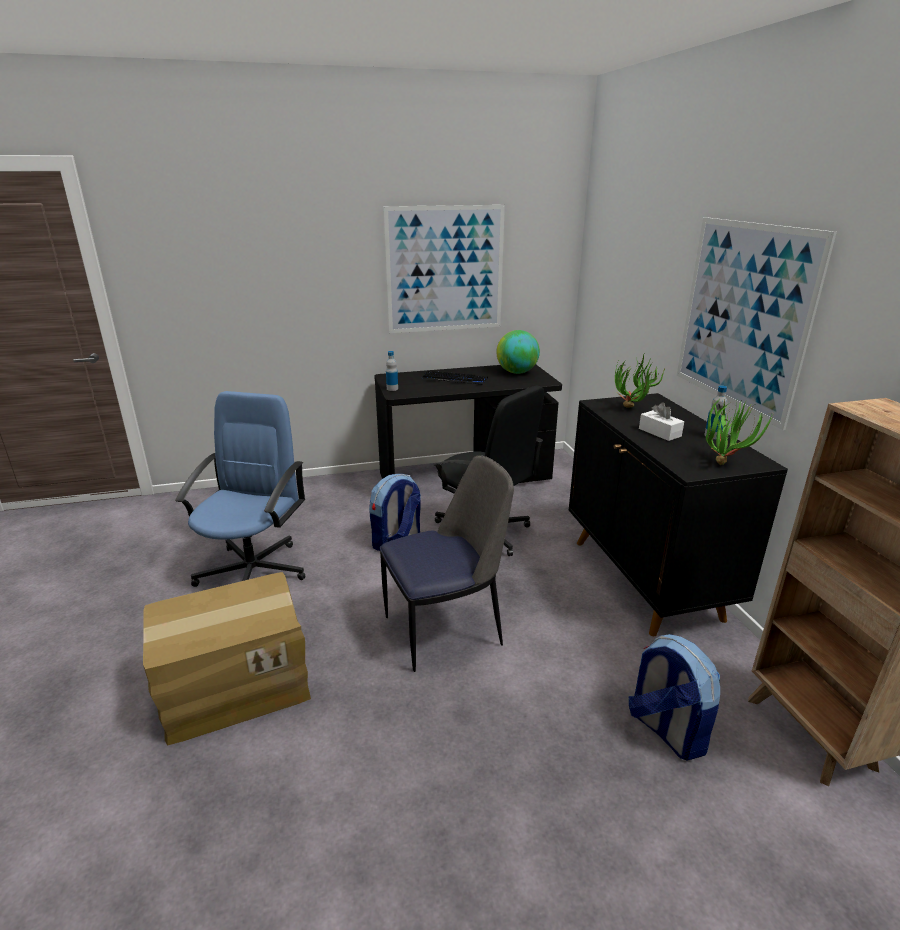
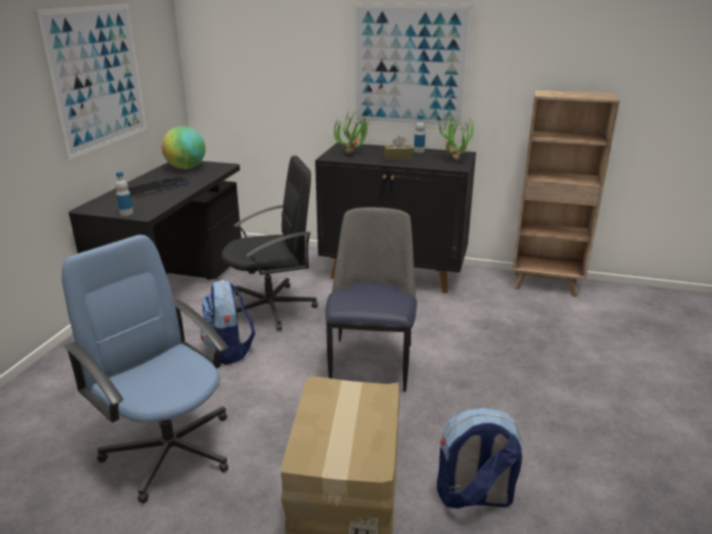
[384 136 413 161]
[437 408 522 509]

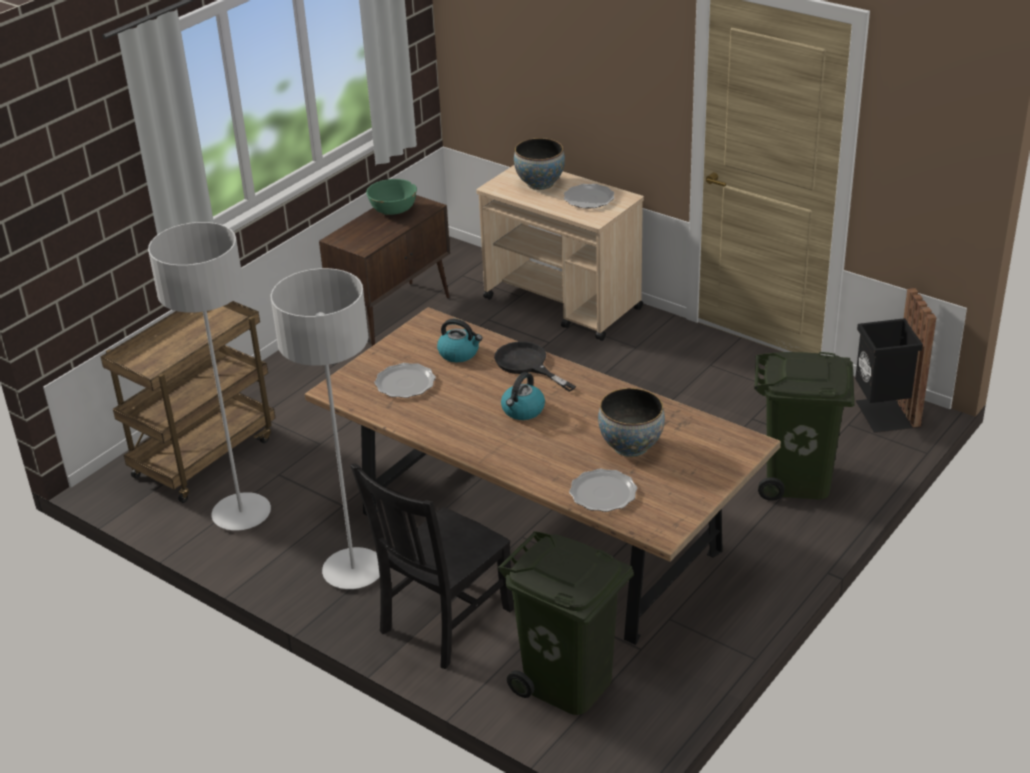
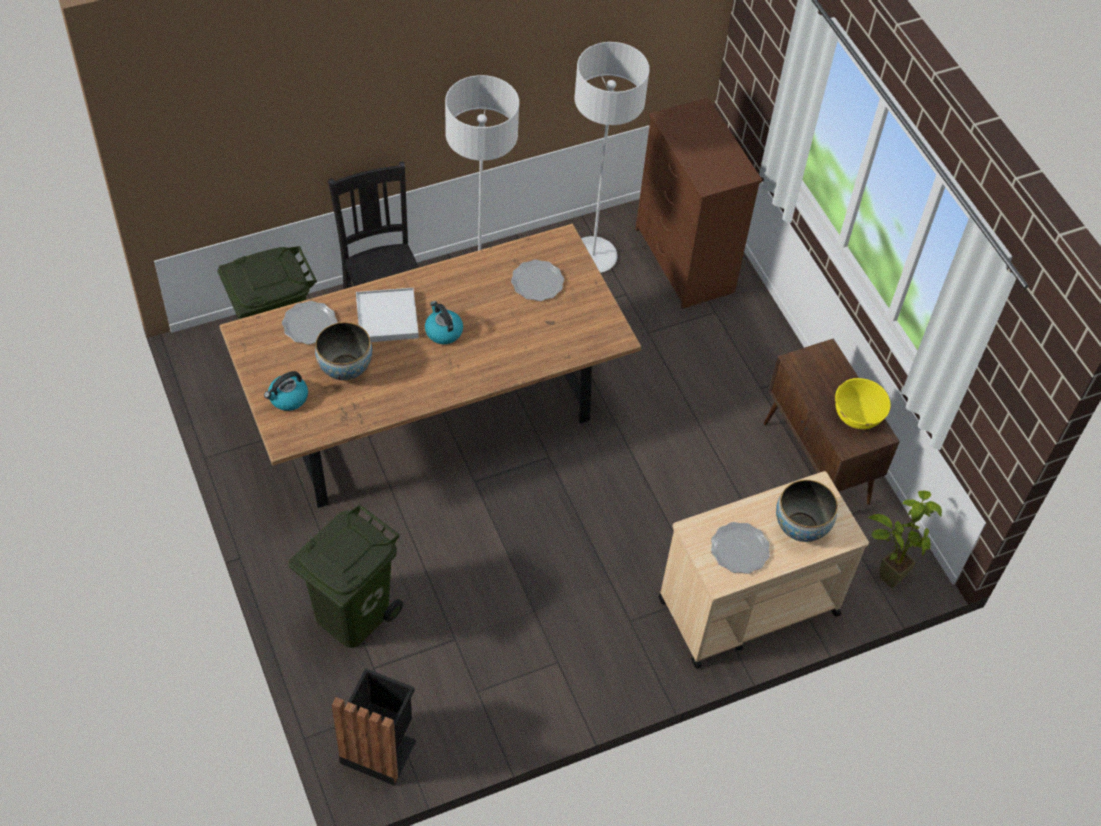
[835 378 890 429]
[636 98 762 309]
[264 371 308 411]
[494 342 576 392] (first image)
[356 288 419 342]
[868 490 942 588]

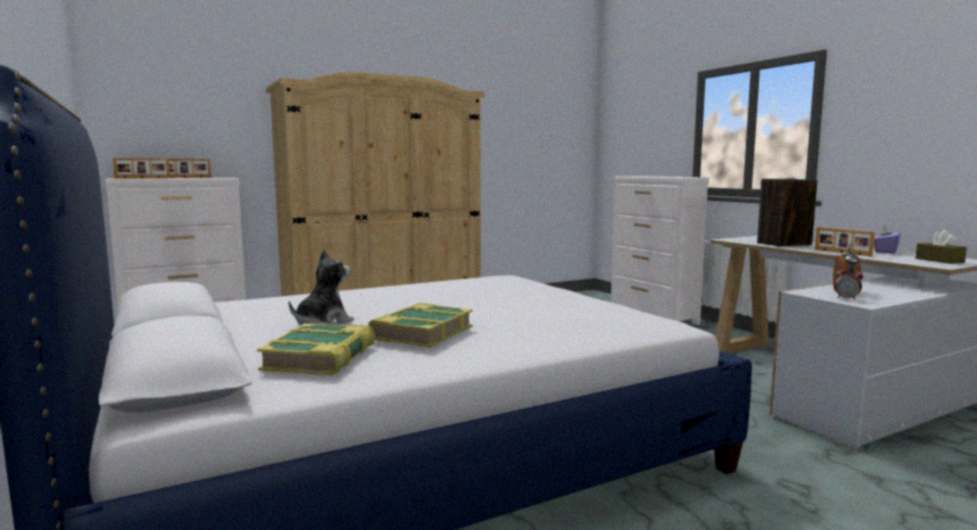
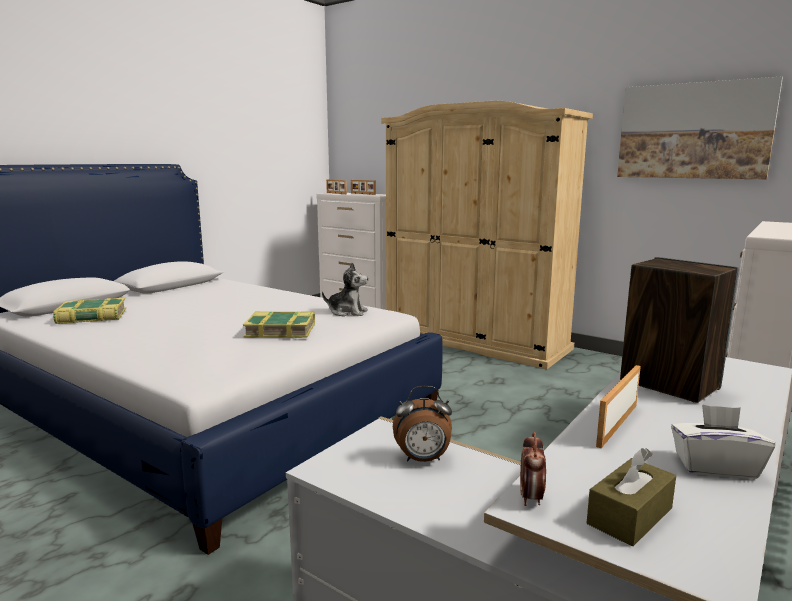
[671 404 775 479]
[322 262 368 317]
[520 432 546 506]
[243 311 315 338]
[617 76 783 180]

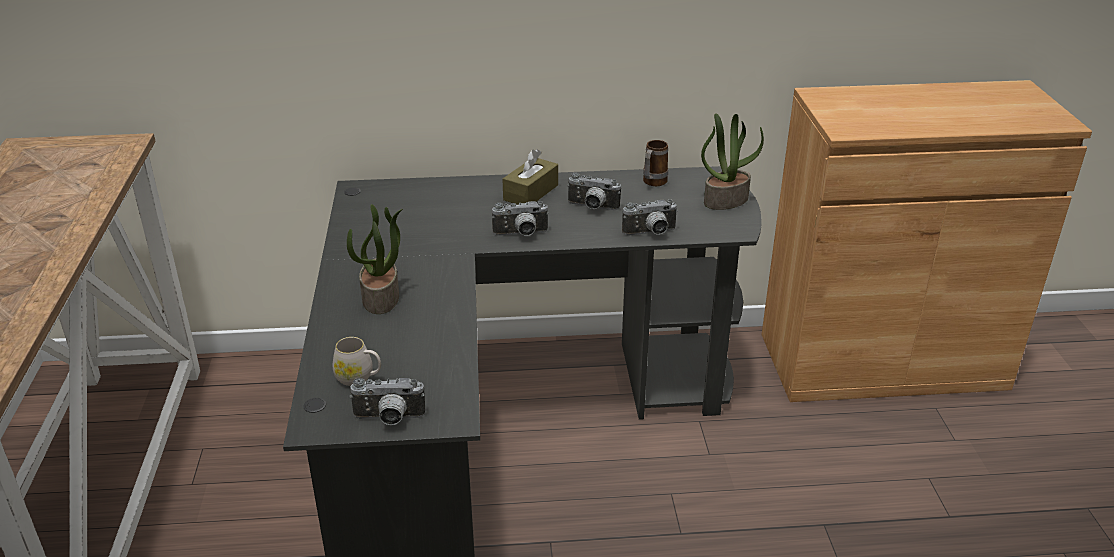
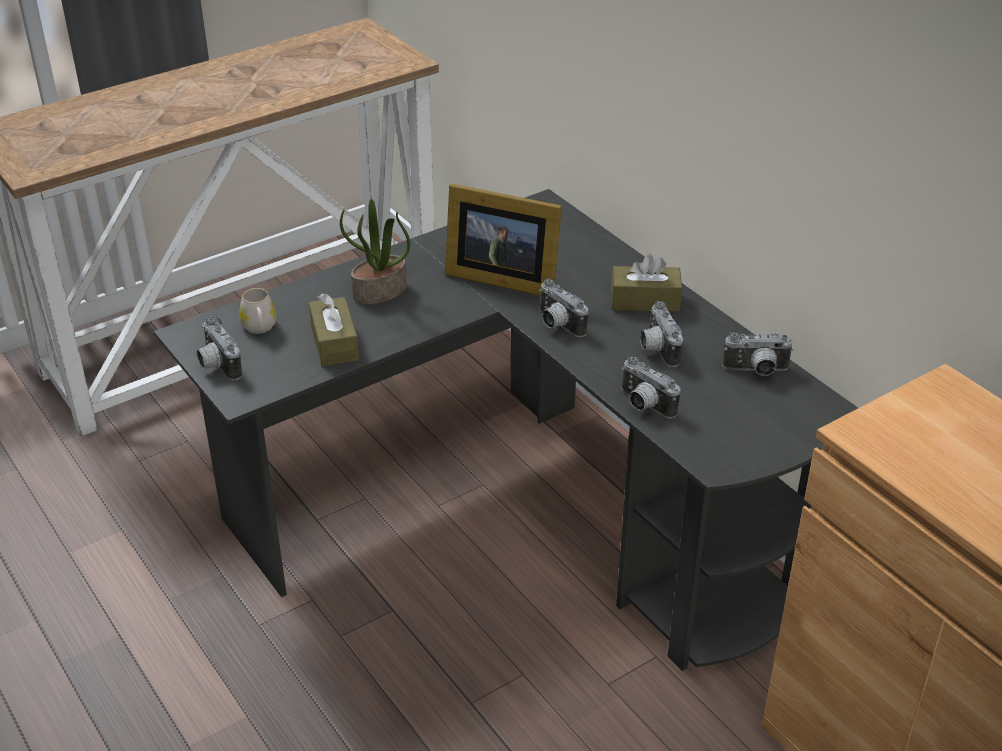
[701 113 764 210] (first image)
[722 332 793 376]
[445 183 562 296]
[309 293 359 366]

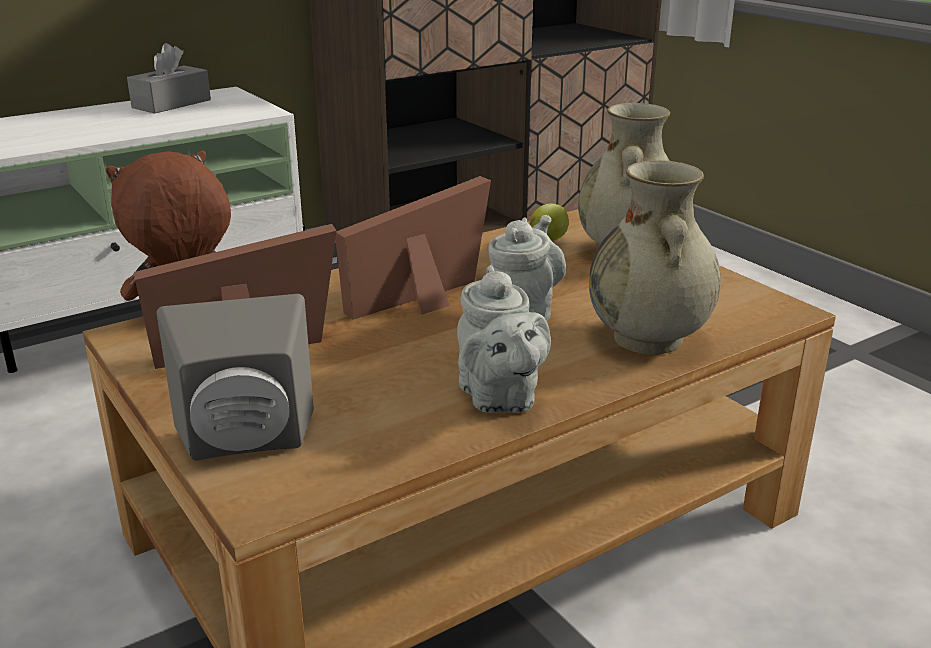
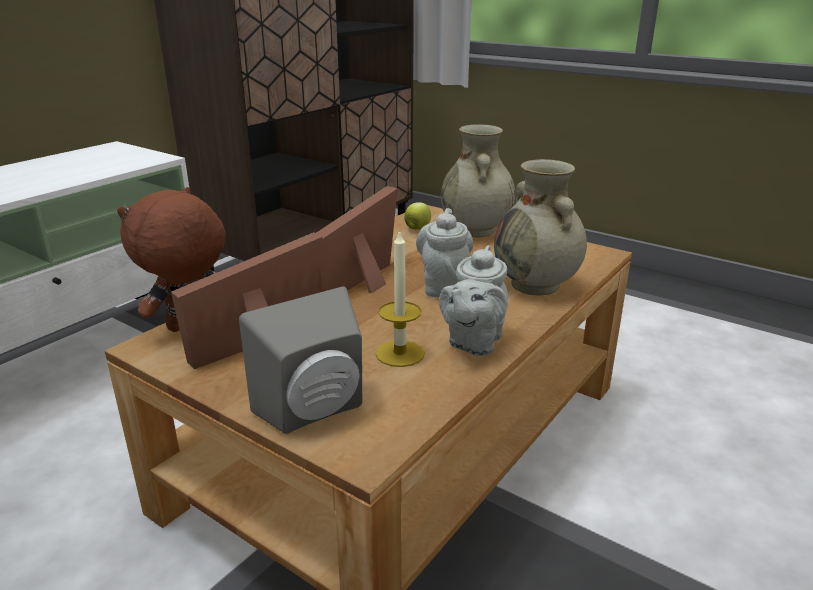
[127 43 211 114] (first image)
[439 245 508 356]
[375 229 425 367]

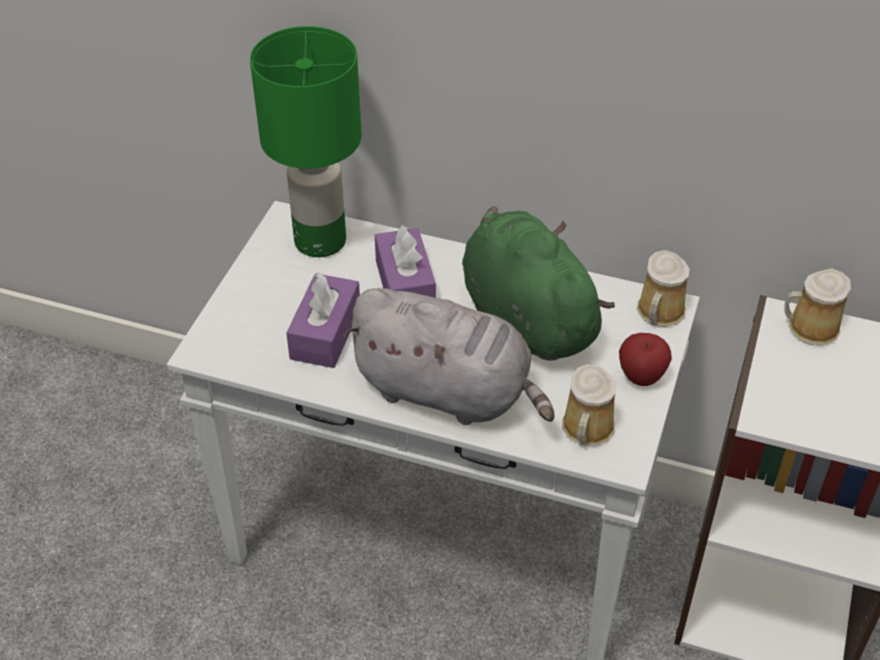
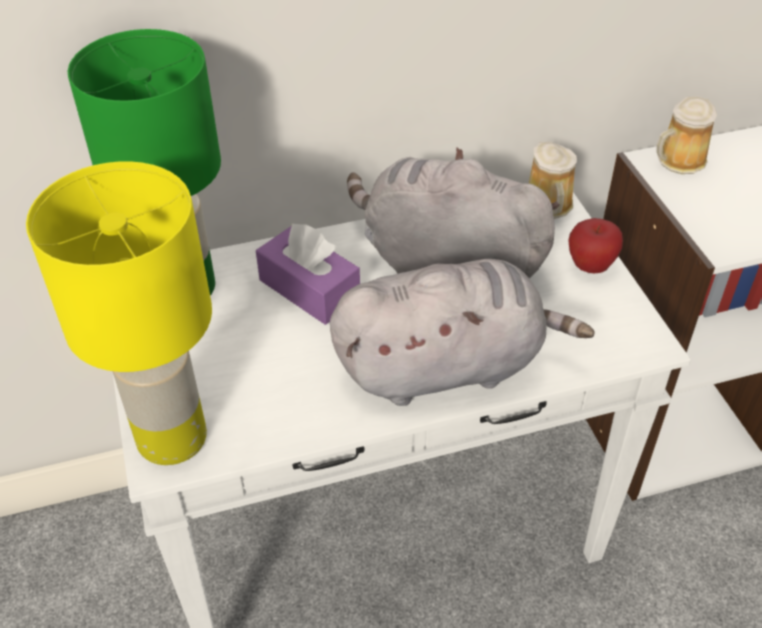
[347 147 560 278]
[286 273 360 368] (first image)
[562 364 616 446] (first image)
[26 161 212 465]

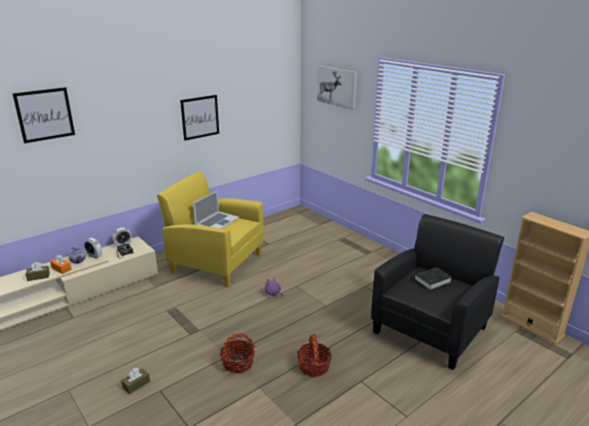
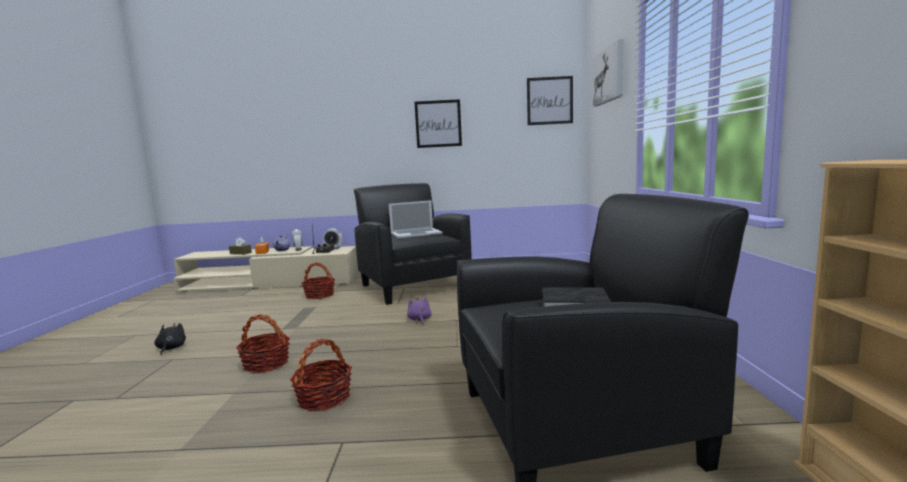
[527 76 573 125]
[354 183 472 305]
[154 323 186 355]
[302 262 335 299]

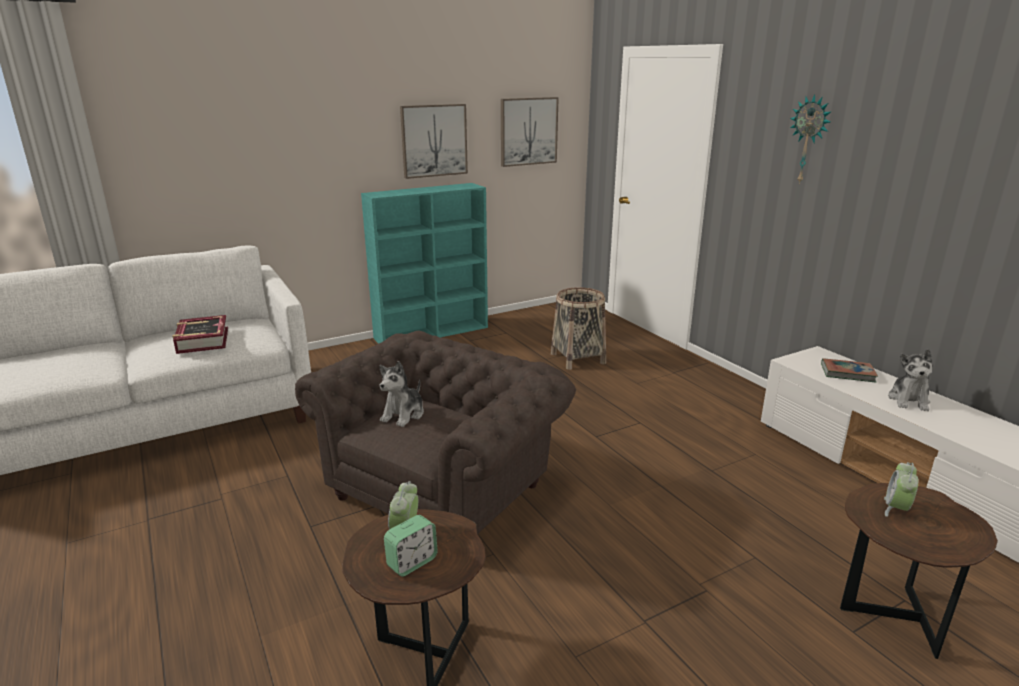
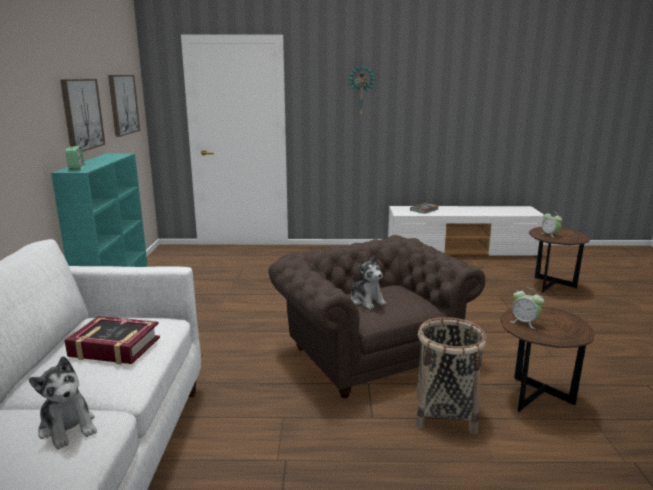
[416 317 486 434]
[29 356 97 450]
[65 146 85 171]

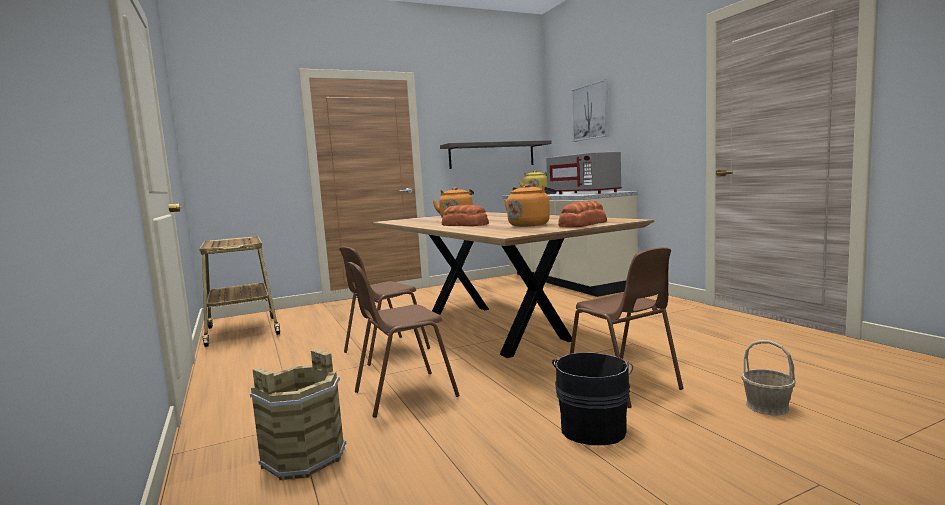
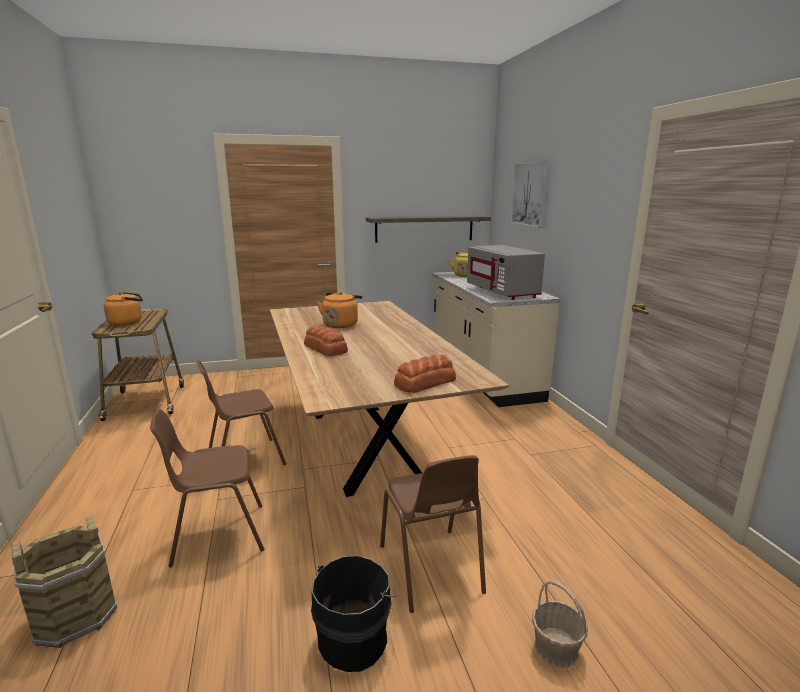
[104 292 143 325]

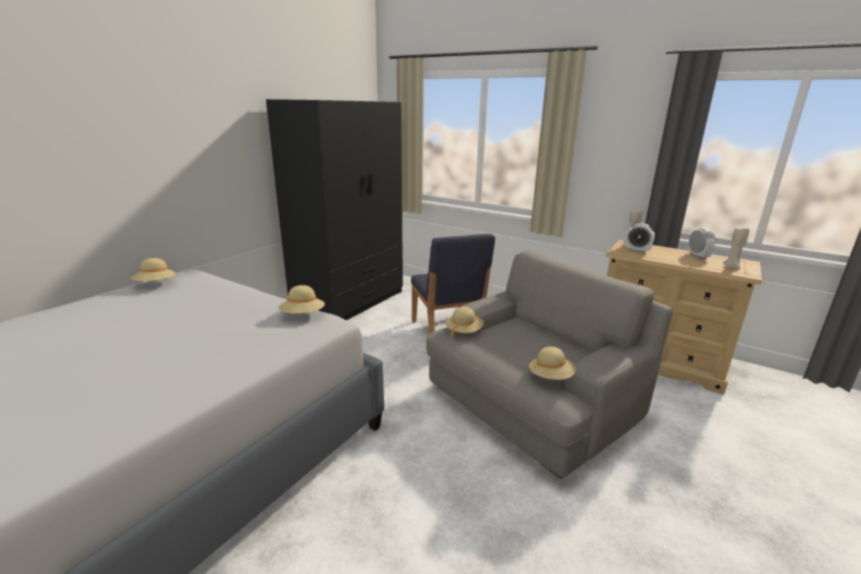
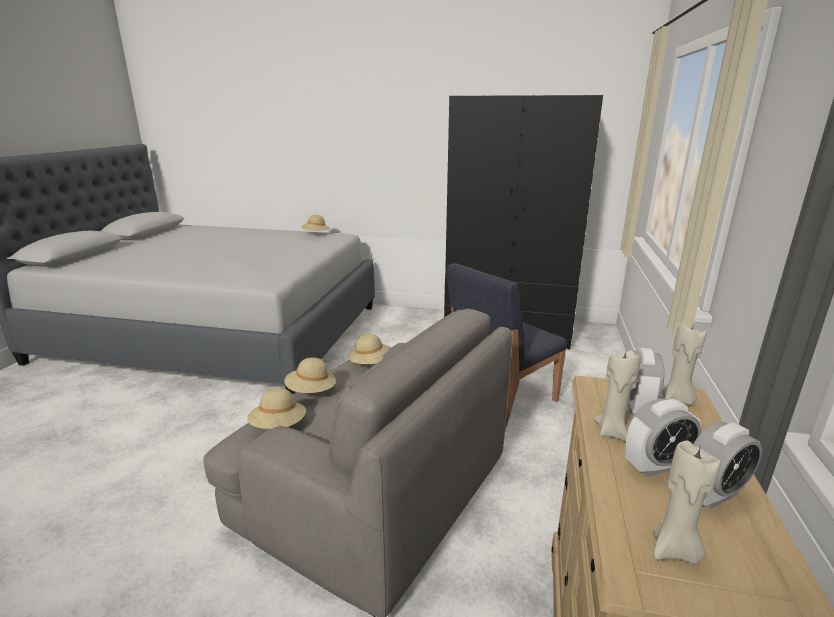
[284 357 337 393]
[594 350 641 441]
[625 398 701 477]

